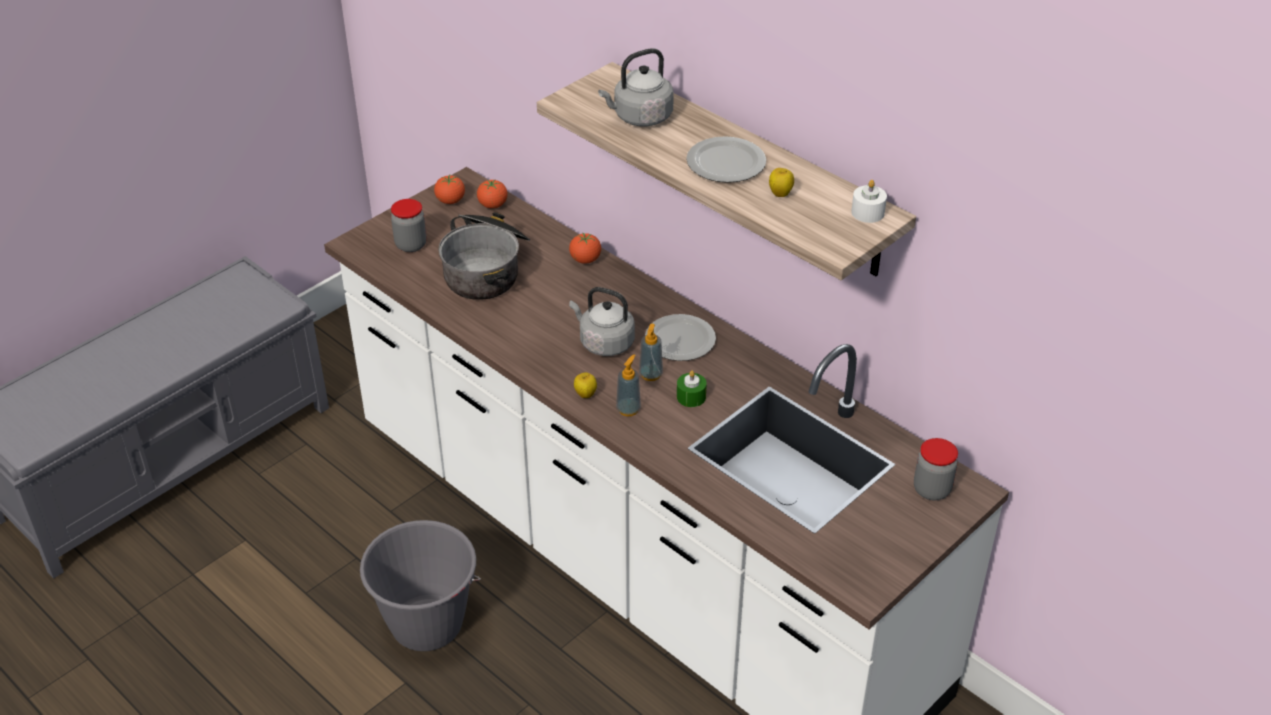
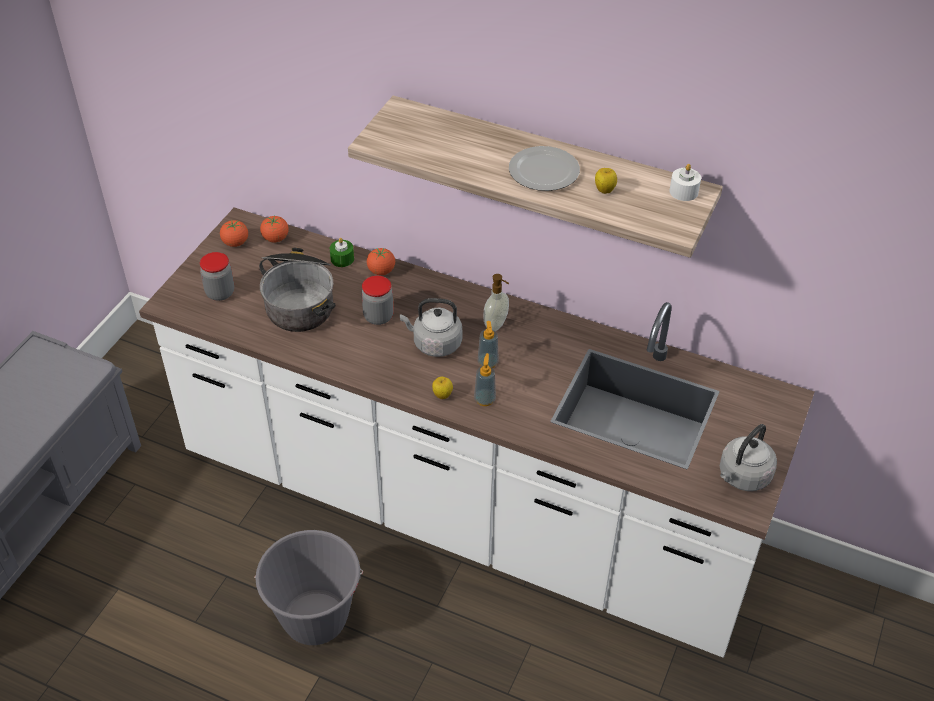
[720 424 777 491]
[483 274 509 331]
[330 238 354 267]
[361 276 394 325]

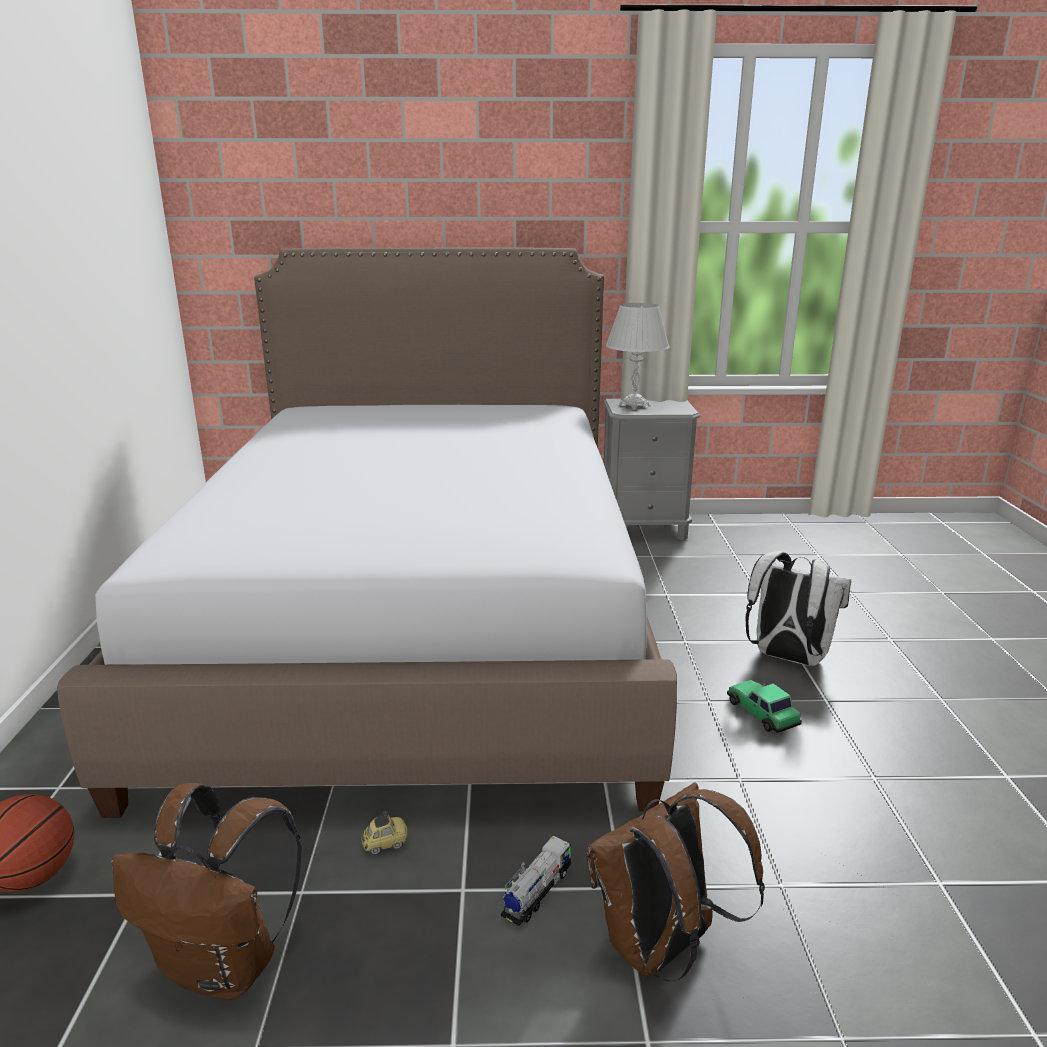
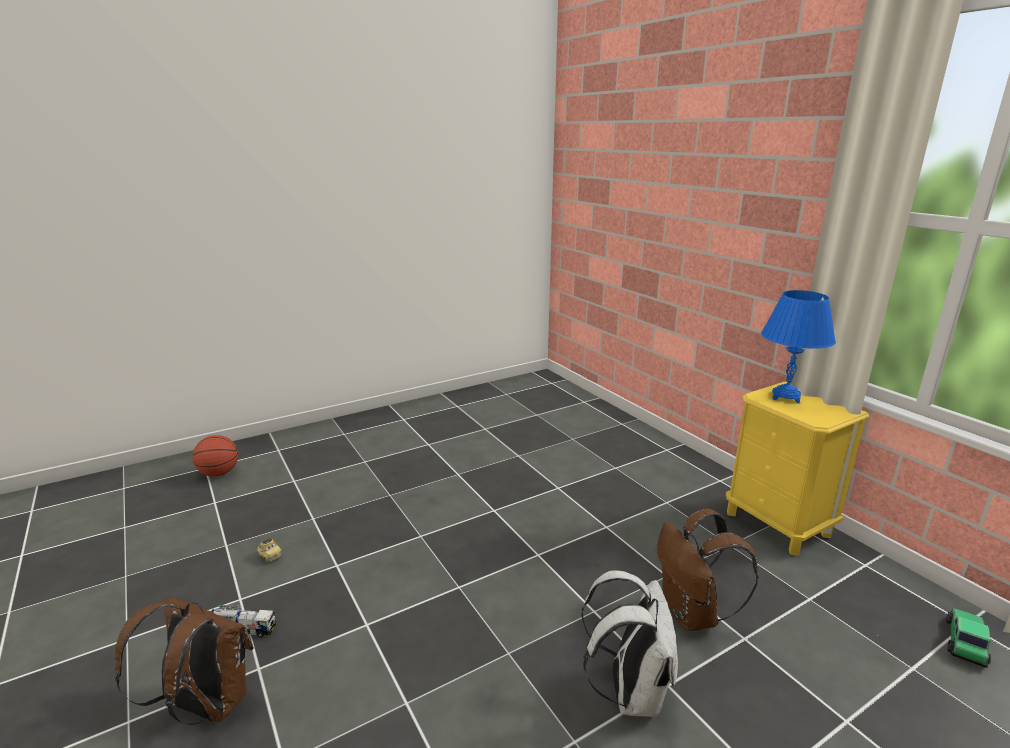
[57 248 677 818] (first image)
[761 290 836 403]
[726 382 870 556]
[946 608 991 668]
[657 508 759 631]

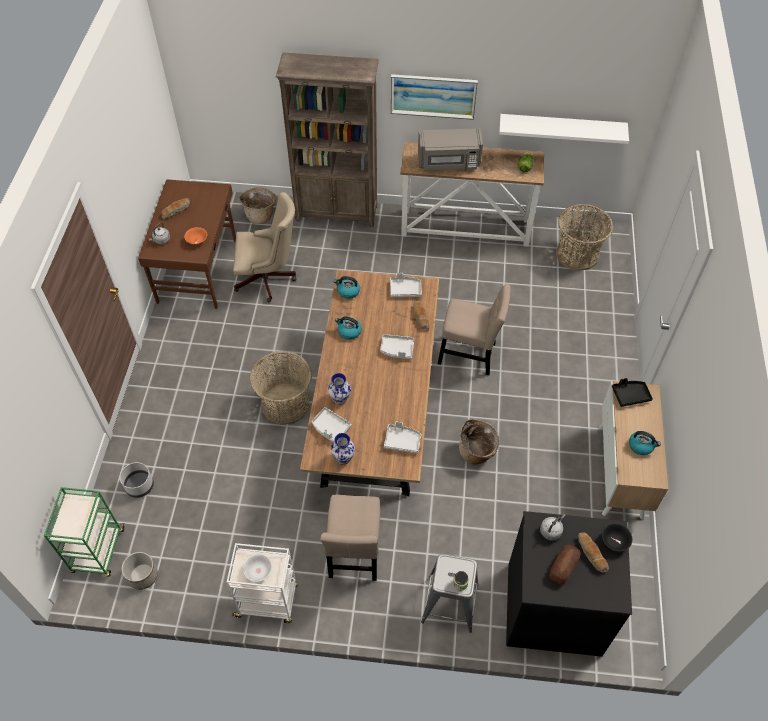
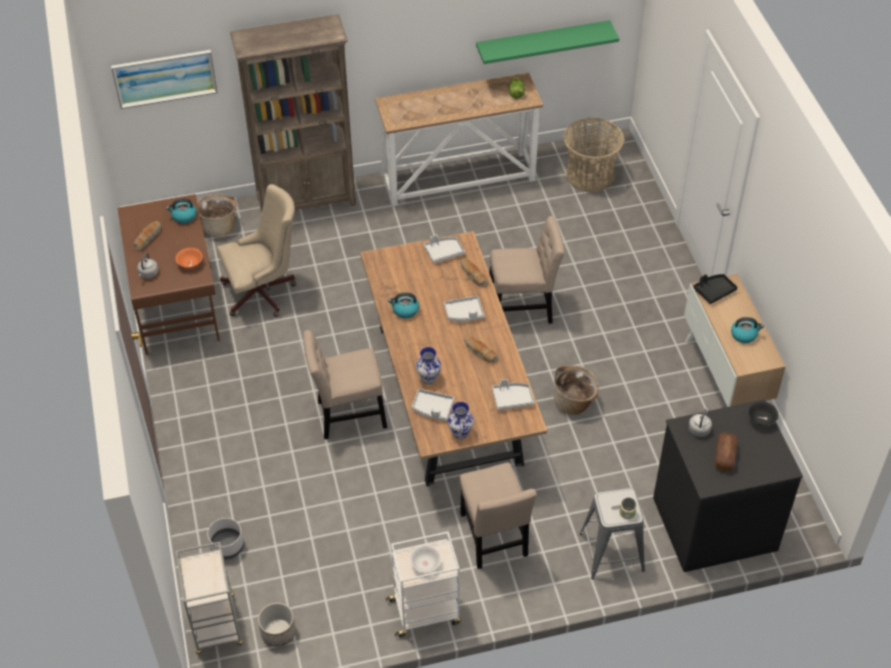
[111 50 218 109]
[476 20 619 64]
[418 128 483 171] (first image)
[166 198 197 224]
[303 330 387 439]
[176 542 243 654]
[464 336 499 363]

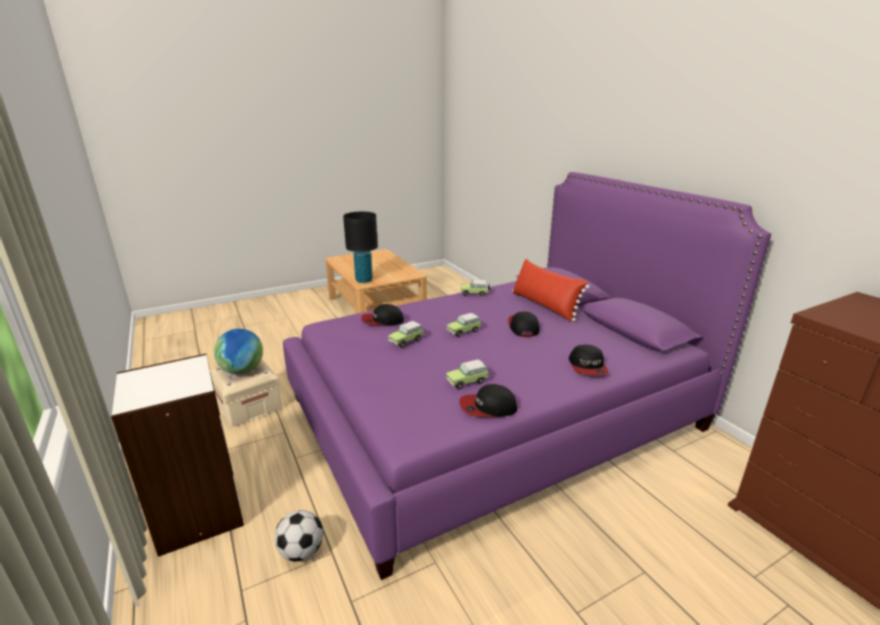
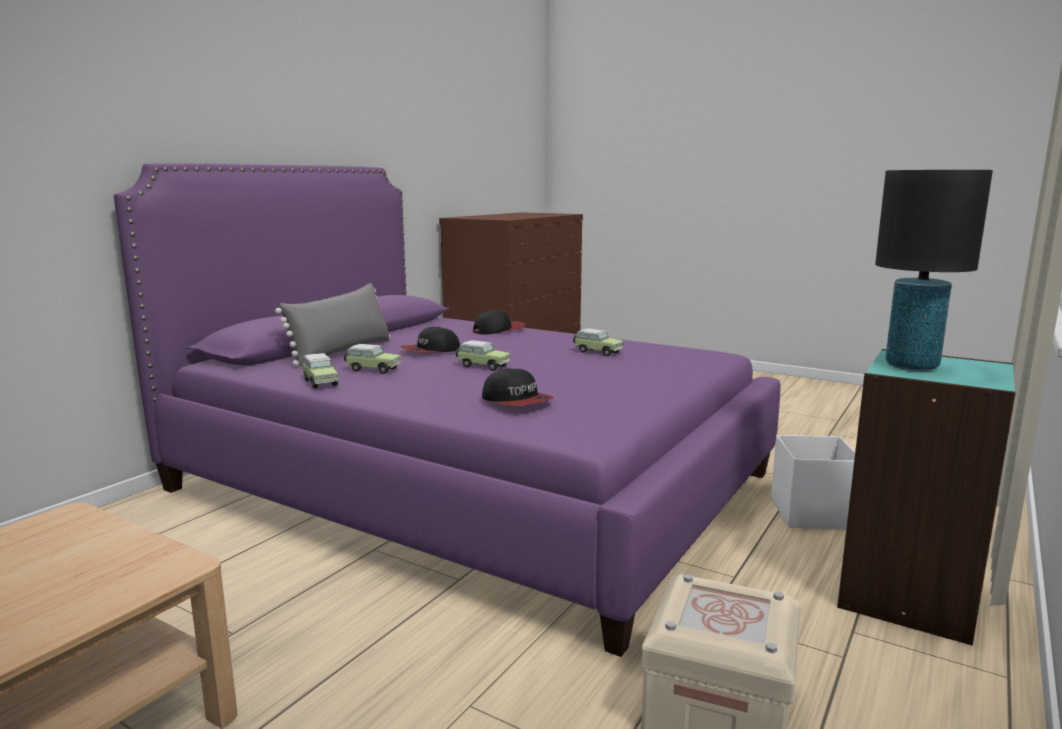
[875 170 993 371]
[275 283 391 367]
[344 344 401 374]
[214 329 263 374] (first image)
[837 349 1016 646]
[460 384 517 417] (first image)
[771 435 855 529]

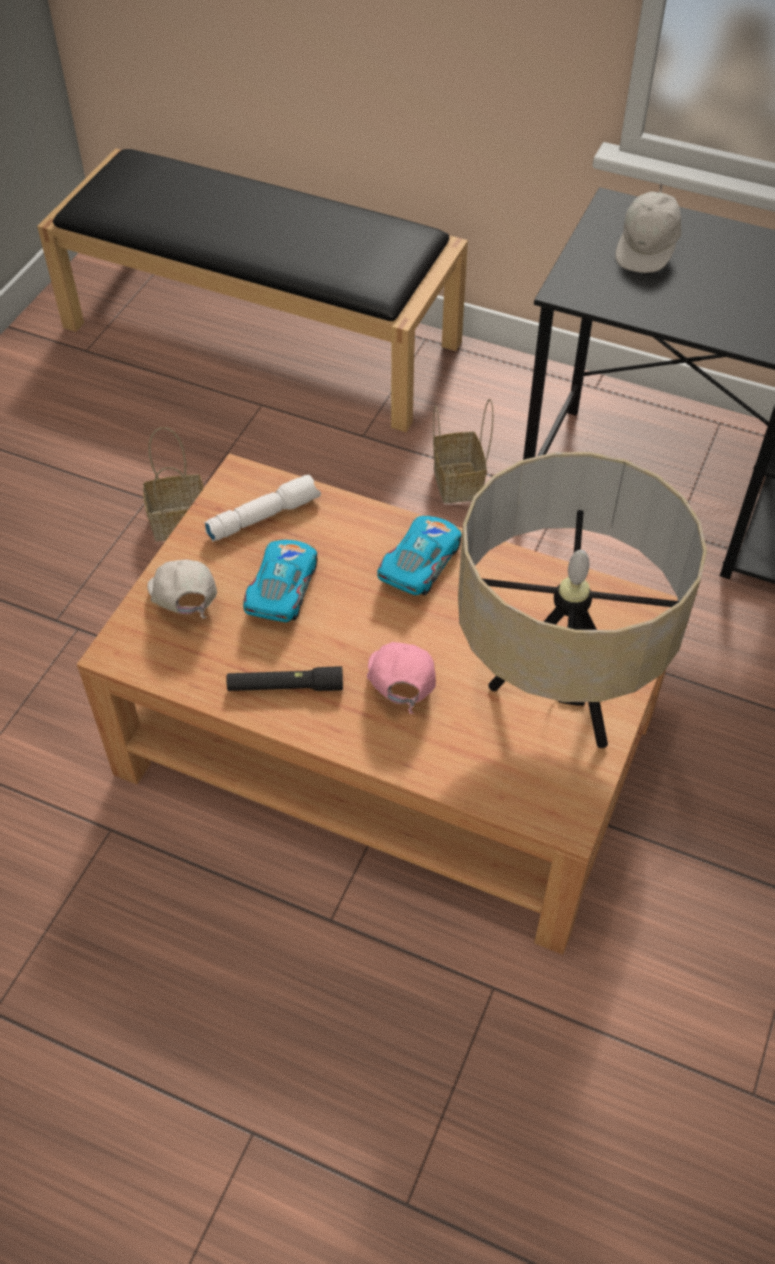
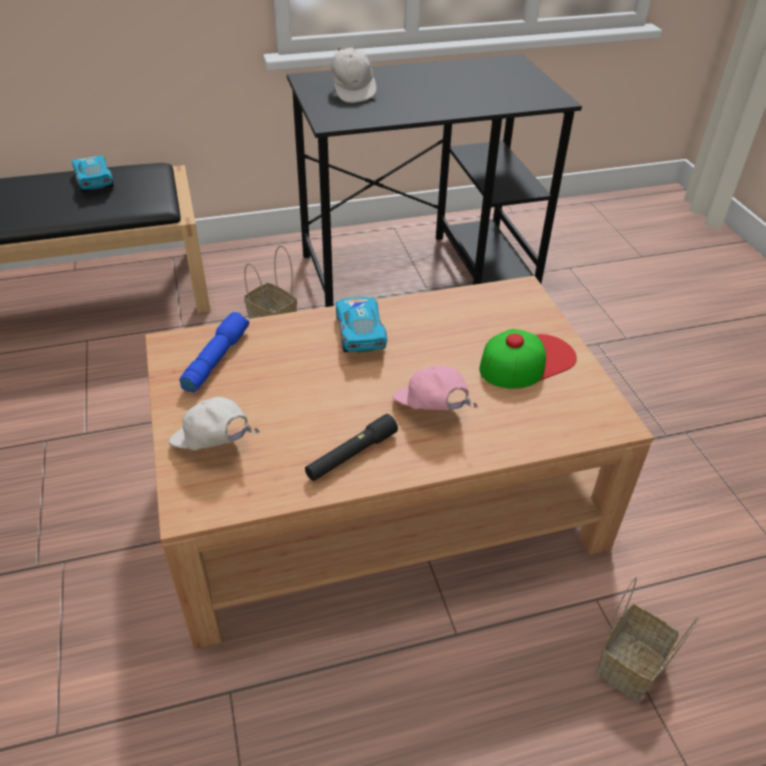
[596 577 700 701]
[479 329 577 389]
[179 312 249 393]
[72 156 114 193]

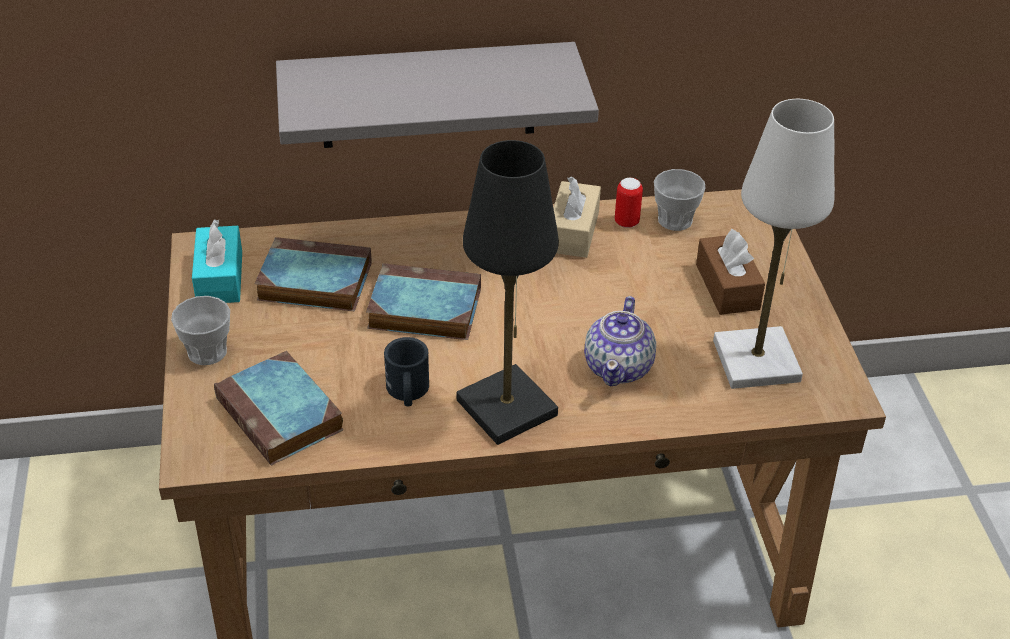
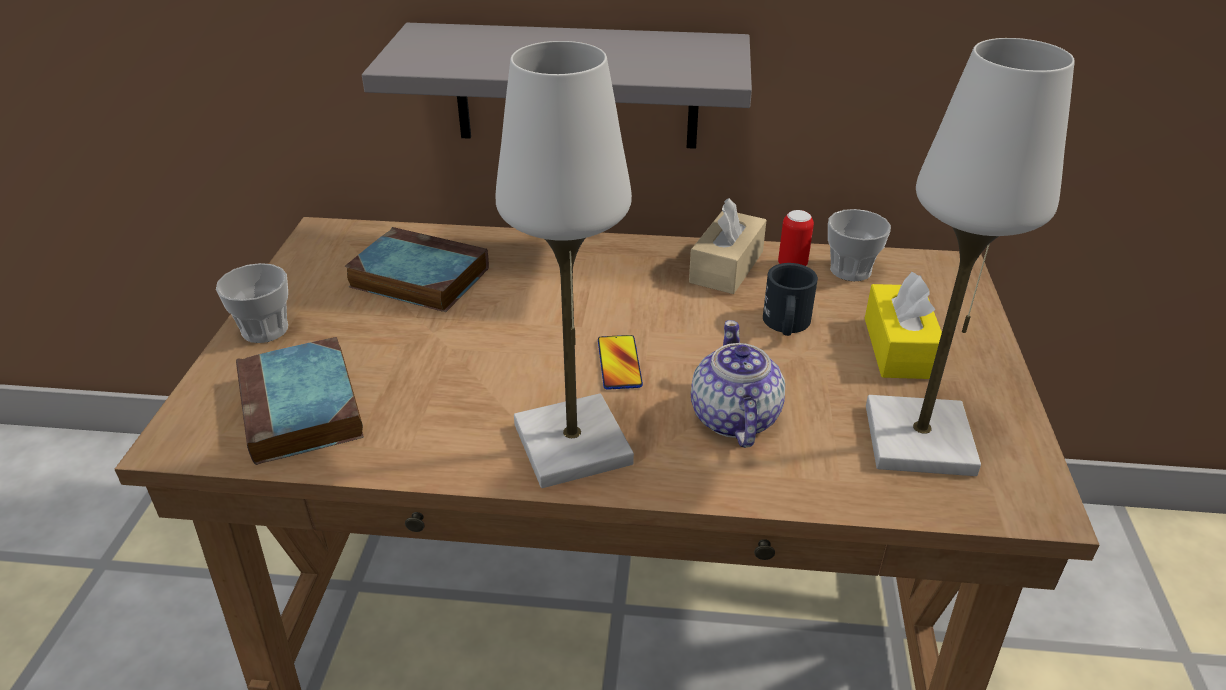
[495 41 634 488]
[192 219 242 303] (first image)
[865 272 942 379]
[366 263 481 340] (first image)
[691 320 785 448]
[763 263 818 336]
[598 335 643 390]

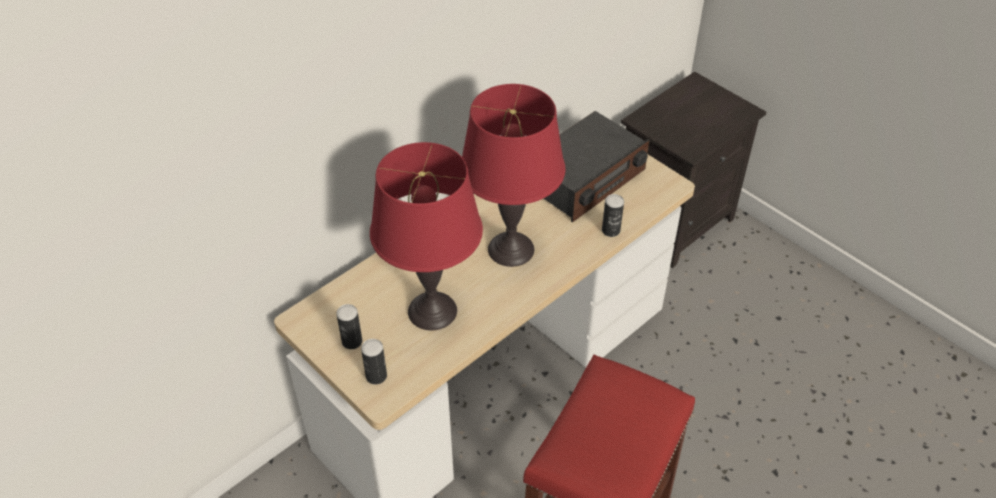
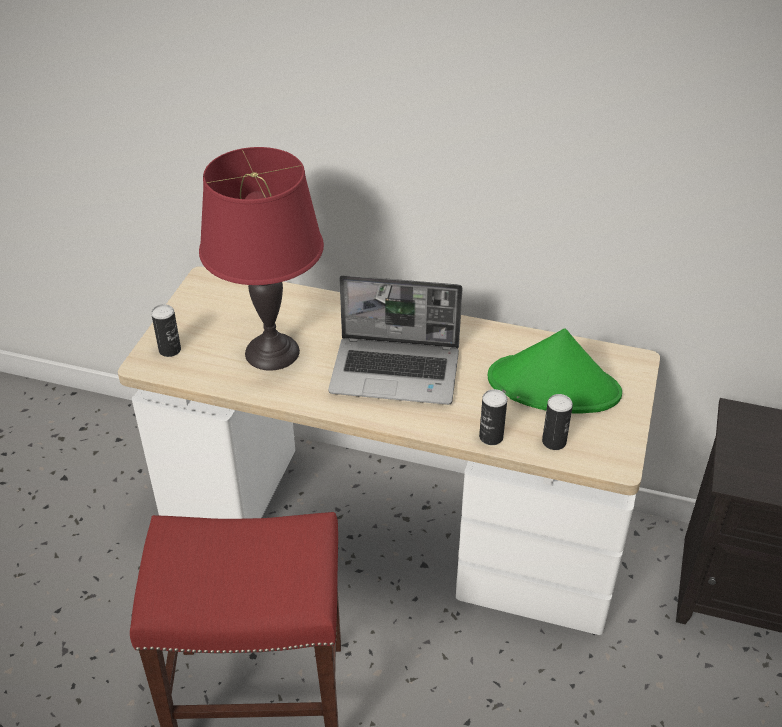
[328 275 463 405]
[488 328 622 414]
[542 394 573 450]

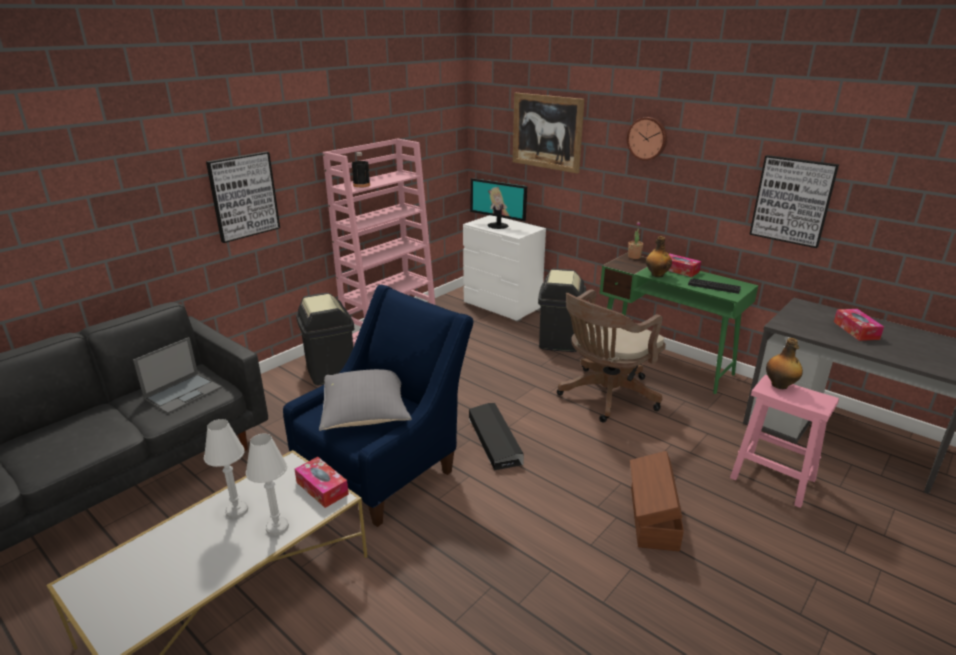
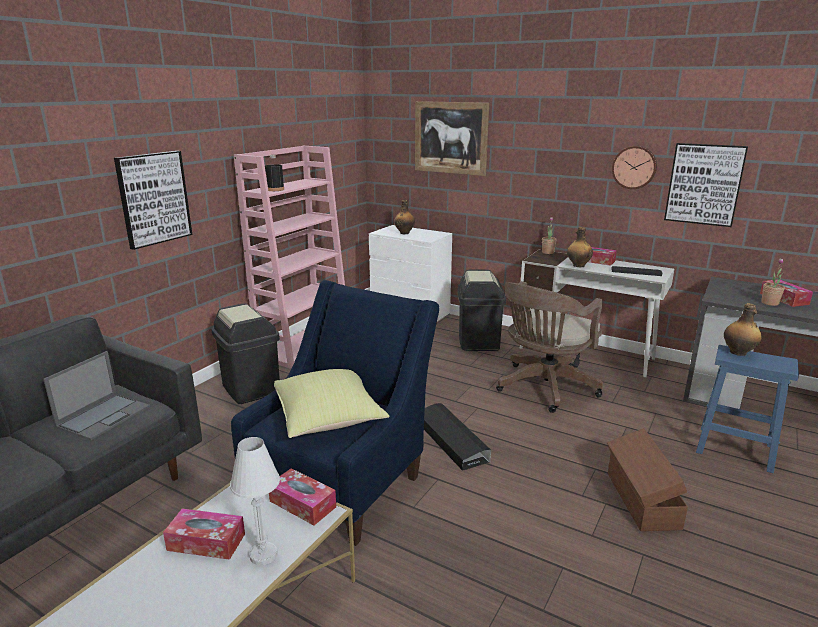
[612 146 657 189]
[394 200 415 234]
[520 250 674 377]
[274 369 389 438]
[696 345 799 473]
[163 509 245 560]
[761 258 785 306]

